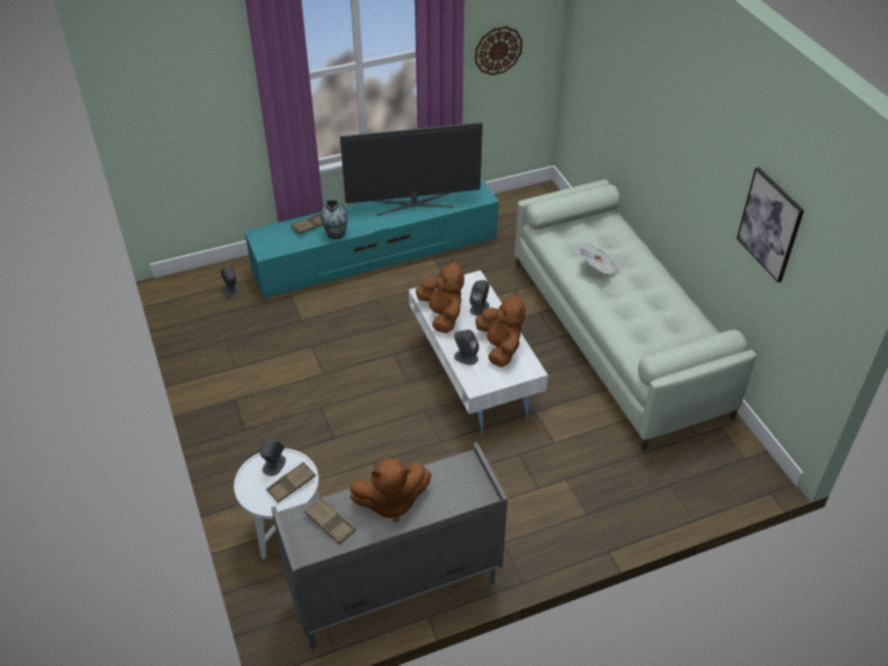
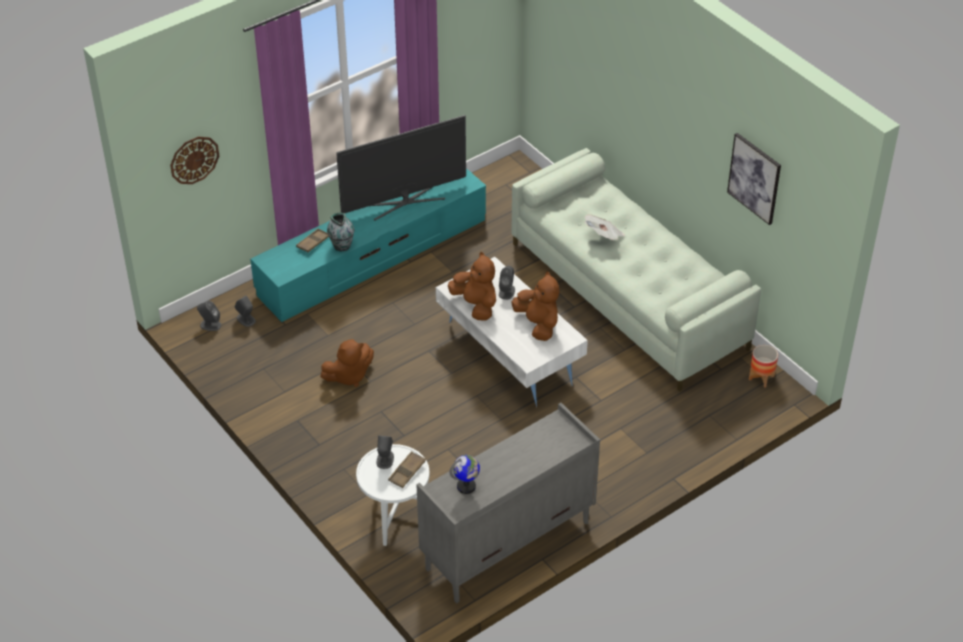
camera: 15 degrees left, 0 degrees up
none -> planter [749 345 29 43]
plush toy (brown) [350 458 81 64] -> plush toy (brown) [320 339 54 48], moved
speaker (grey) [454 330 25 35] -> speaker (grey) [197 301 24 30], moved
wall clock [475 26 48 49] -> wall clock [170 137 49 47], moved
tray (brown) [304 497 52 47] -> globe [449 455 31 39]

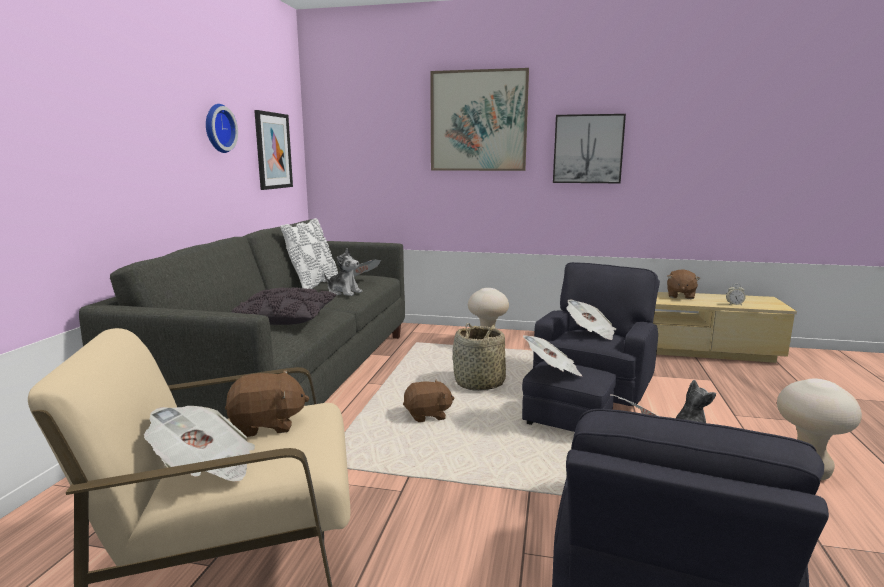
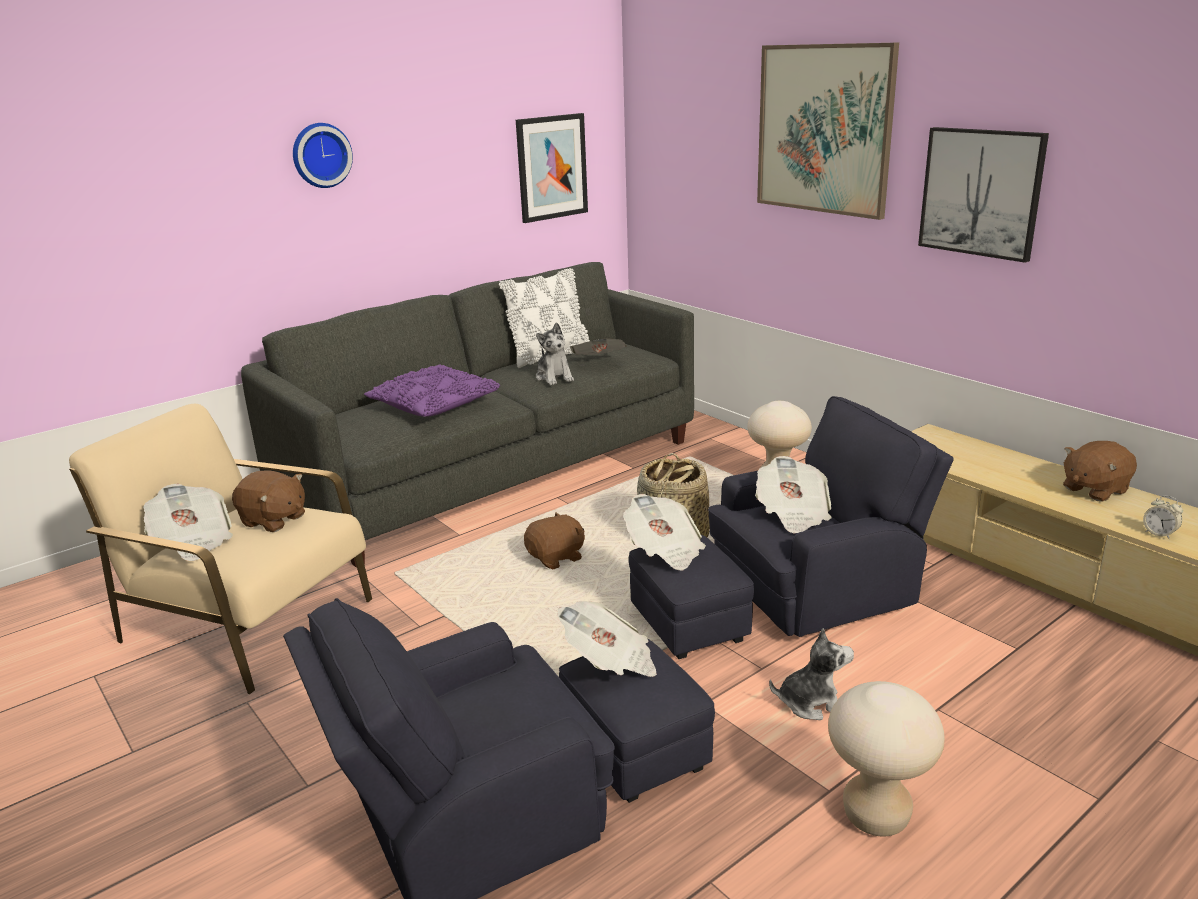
camera: 40 degrees right, 10 degrees up
wall clock [206 104 32 49] -> wall clock [293 123 60 65], moved
pillow (black) [231 287 105 38] -> pillow (purple) [364 365 136 52]
plush toy (brown) [403 379 51 43] -> plush toy (brown) [524 512 61 57], 60 degrees counterclockwise

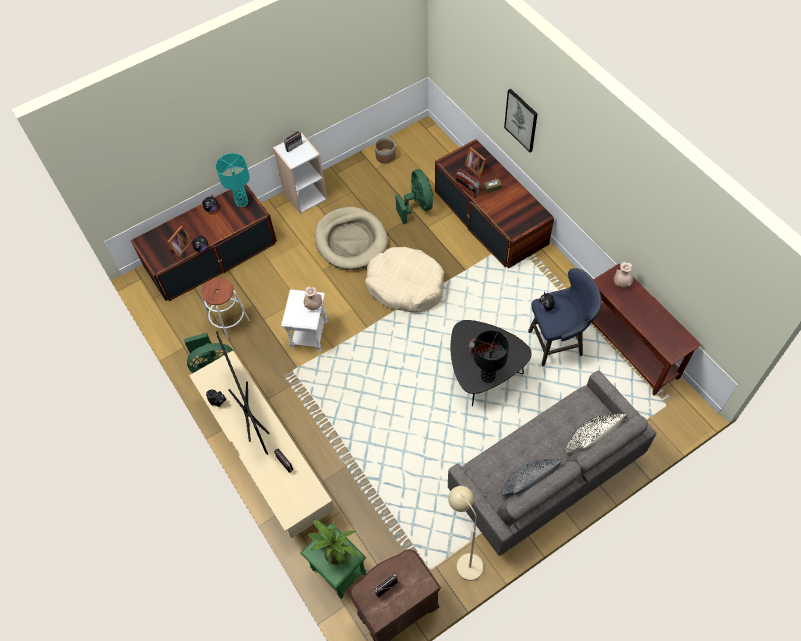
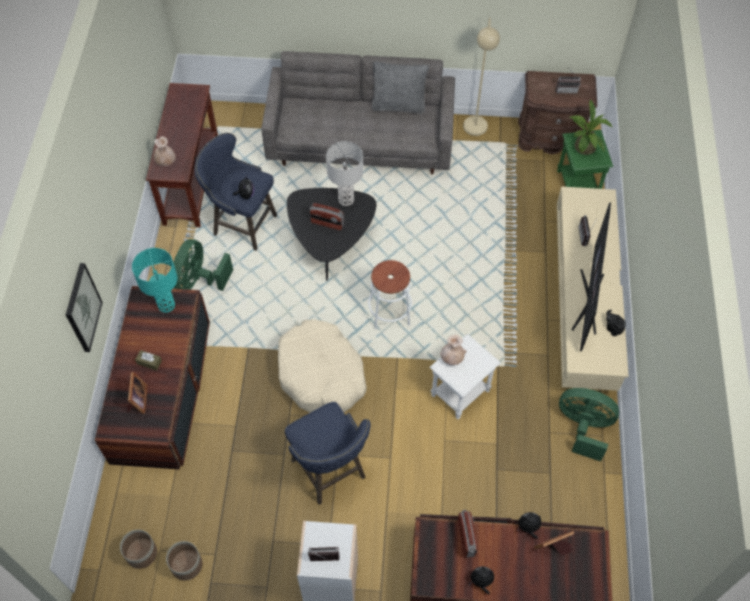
camera: 145 degrees left, 0 degrees up
pillow (beige) [565 413 61 40] -> none
none -> planter [120 530 37 39]
stool (white) [202 278 48 61] -> stool (white) [368 260 44 69], moved
table lamp (turquoise) [216 153 34 54] -> table lamp (turquoise) [132 248 45 65], moved
fan (green) [395 169 38 55] -> fan (green) [173 239 60 52], moved
radio [456 169 24 28] -> radio [457 510 21 48], moved
dog bed (beige) [315 207 73 62] -> stool (blue) [285 402 86 103]
table lamp (black) [473 330 36 53] -> table lamp (white) [326 141 37 65]

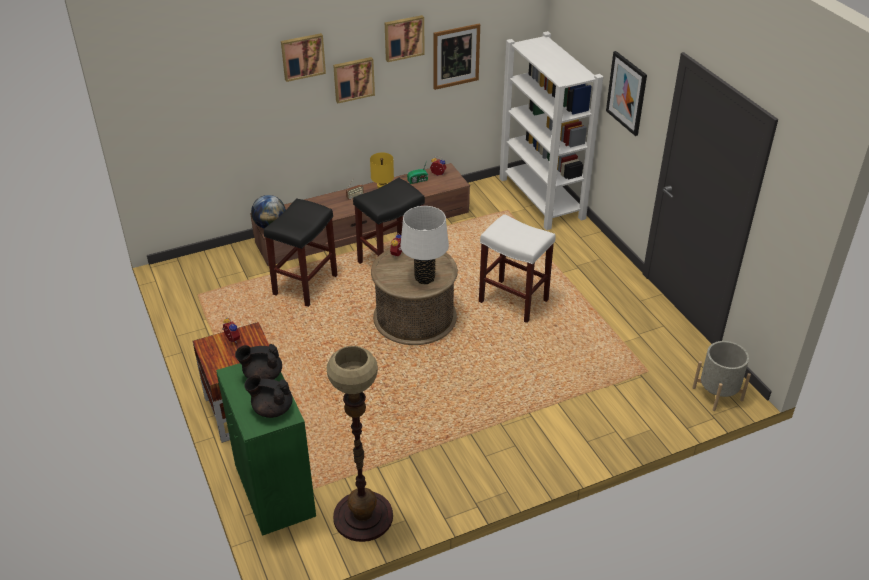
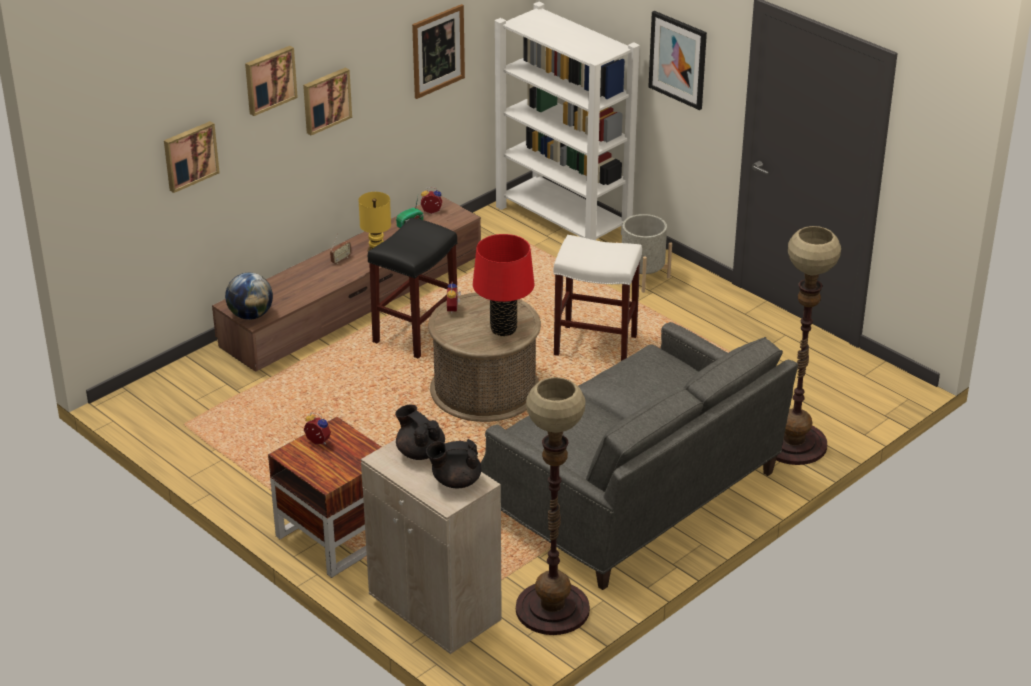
camera: 20 degrees left, 5 degrees down
stool (black) [264 199 73 108] -> none
none -> sofa (grey) [481 322 317 268]
none -> floor lamp [776 226 65 239]
picture [385 15 40 47] -> picture [164 121 56 72], moved
planter (grey) [693 341 58 70] -> planter (grey) [616 214 56 79], moved
cabinet (green) [216 363 100 173] -> cabinet (beige) [361 439 141 215]
table lamp (white) [400 206 49 78] -> table lamp (red) [473 234 61 102]
teapot (black) [235 344 47 36] -> teapot (black) [395 405 50 55], 75 degrees clockwise

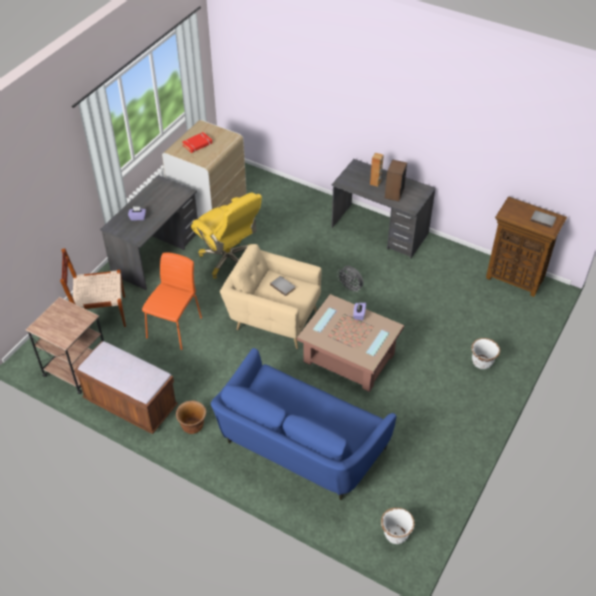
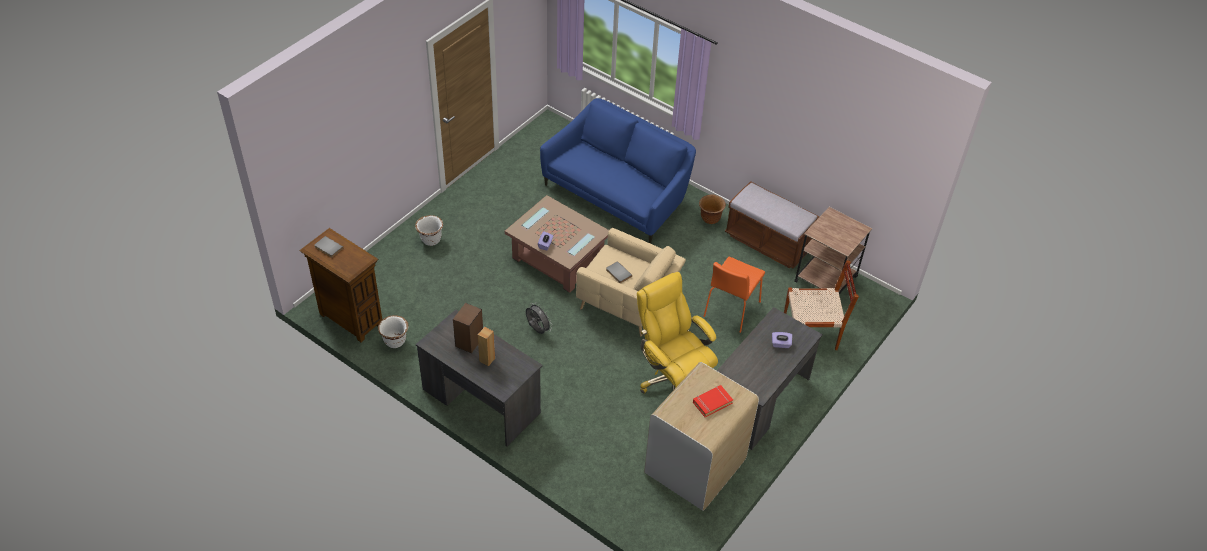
camera: 175 degrees left, 0 degrees up
planter (white) [381 508 34 36] -> planter (white) [378 315 31 33], moved

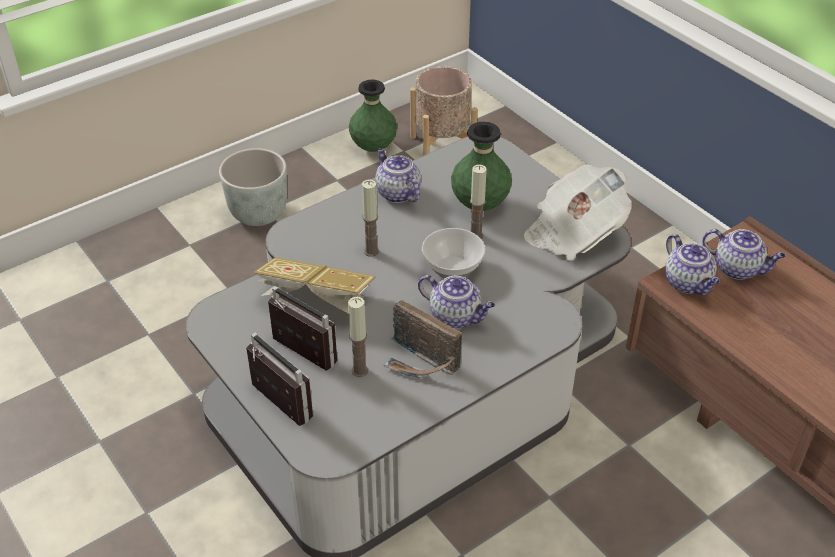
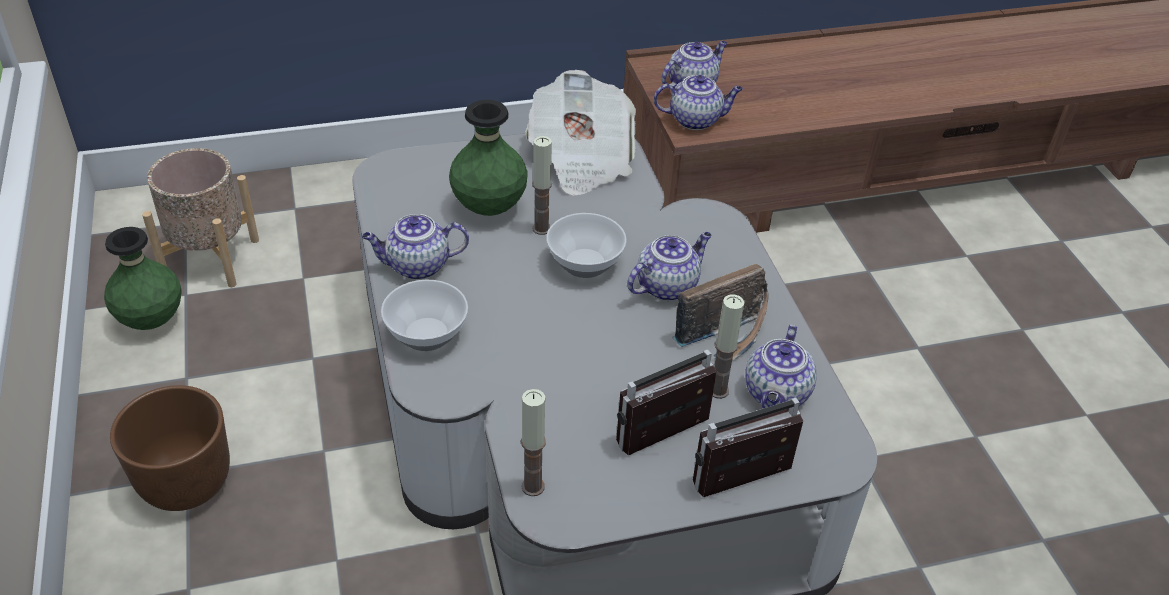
camera: 70 degrees left, 0 degrees up
book [253 257 123 56] -> none
none -> bowl [381 280 87 71]
none -> teapot [745 324 72 85]
candle [362 179 17 78] -> candle [521 389 25 107], moved
planter (grey) [219 148 68 78] -> planter (brown) [110 385 120 126]

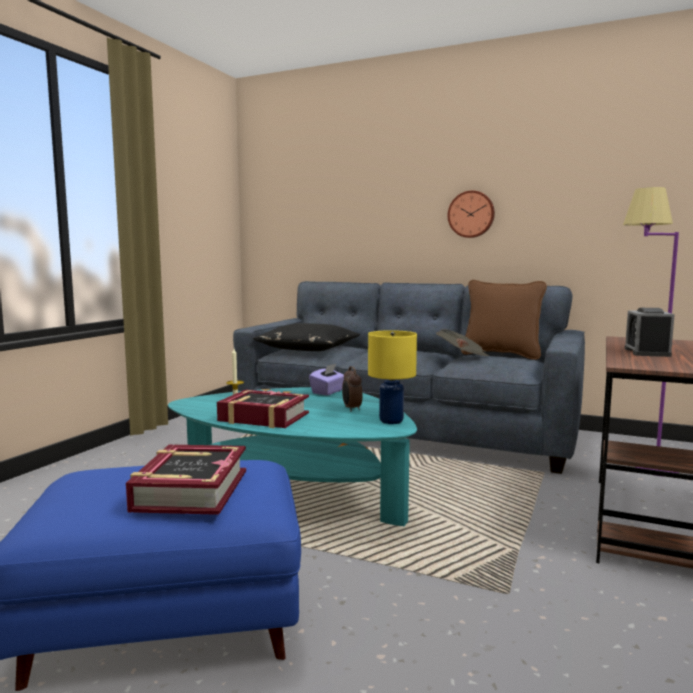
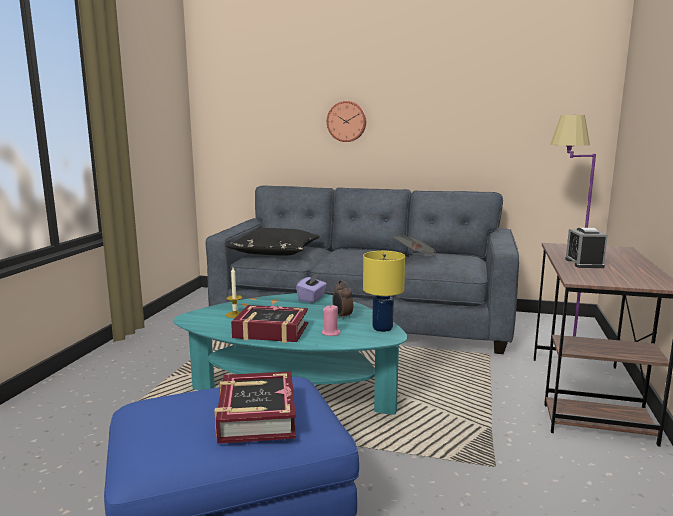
camera: 10 degrees left, 5 degrees up
pillow (brown) [461 280 86 80] -> none
none -> candle (pink) [322 305 19 31]
wall clock [448 190 47 48] -> wall clock [327 101 39 41], moved

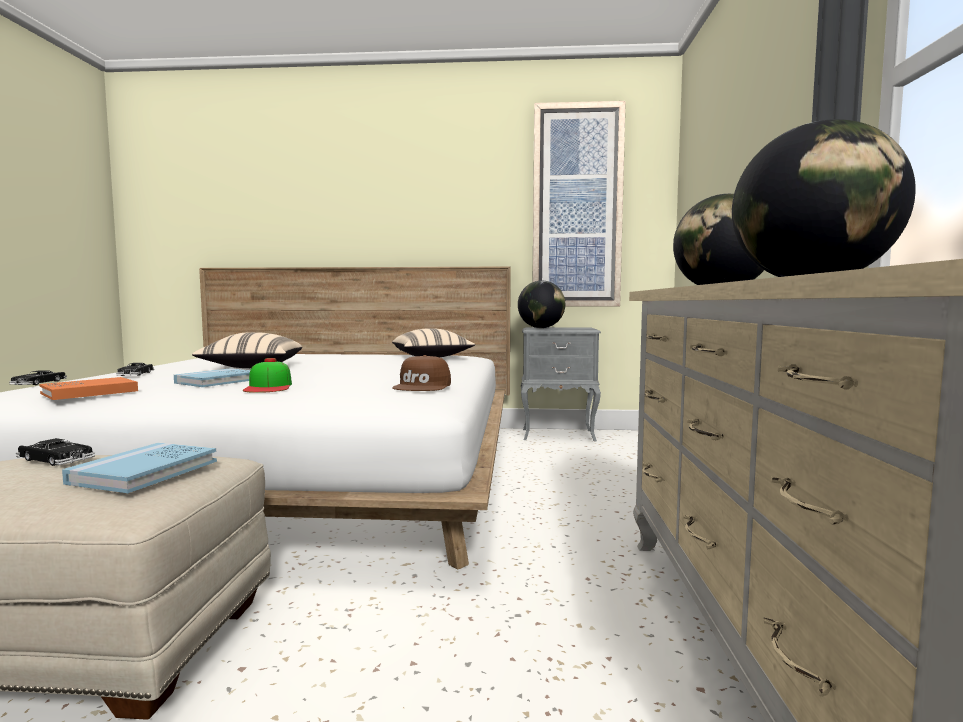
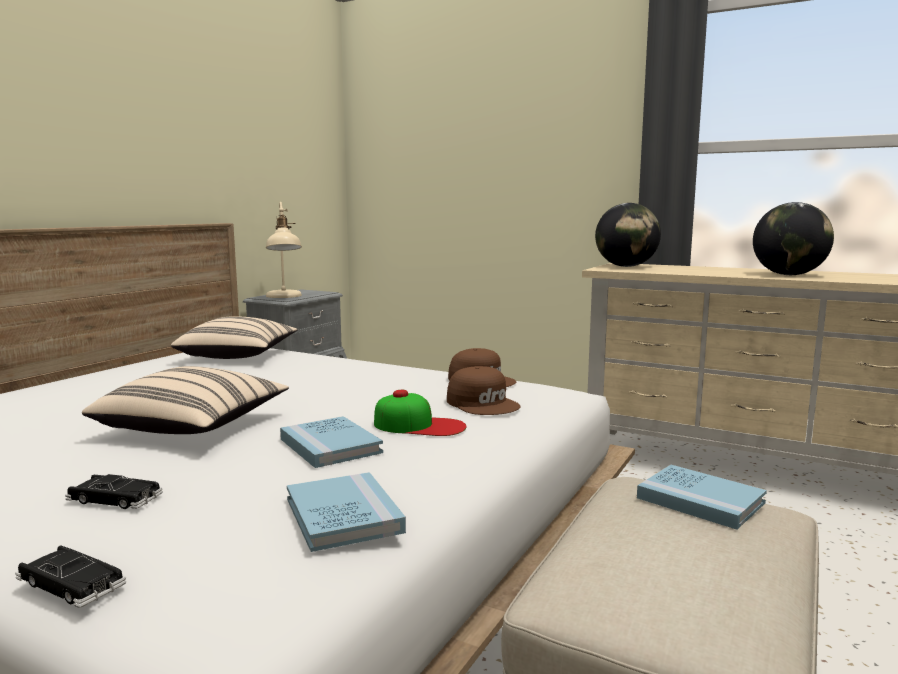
camera: 65 degrees left, 5 degrees up
toy car (black) [16 438 80 28] -> none
picture [533 101 93 206] -> none
none -> cap (brown) [447 366 73 49]
globe [518 281 47 47] -> table lamp (beige) [266 202 36 96]
book (orange) [39 377 99 23] -> book (blue) [287 472 119 80]

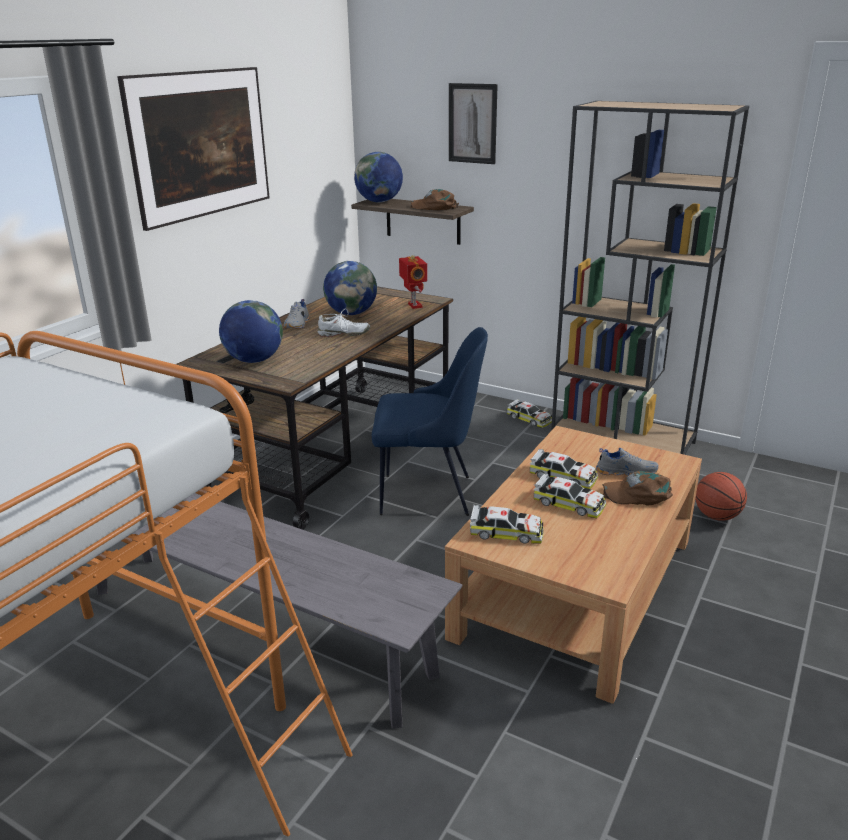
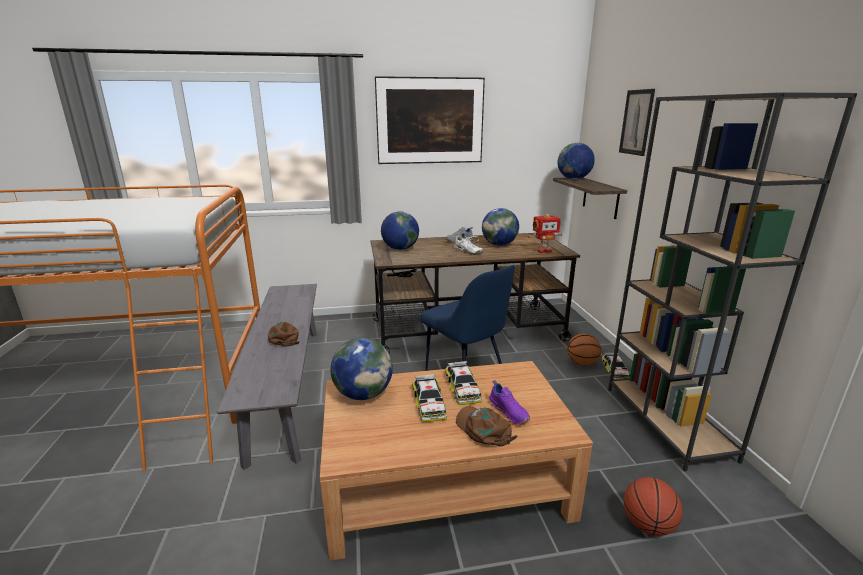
camera: 50 degrees right, 5 degrees down
none -> basketball [567 333 34 33]
cap (brown) [410 189 49 21] -> cap (brown) [268 322 31 25], moved
toy car [470 505 74 39] -> globe [330 338 63 62]
shoe (grey) [596 448 63 28] -> shoe (purple) [488 380 42 44]
toy robot [399 255 28 54] -> toy robot [528 214 34 39], 45 degrees clockwise

